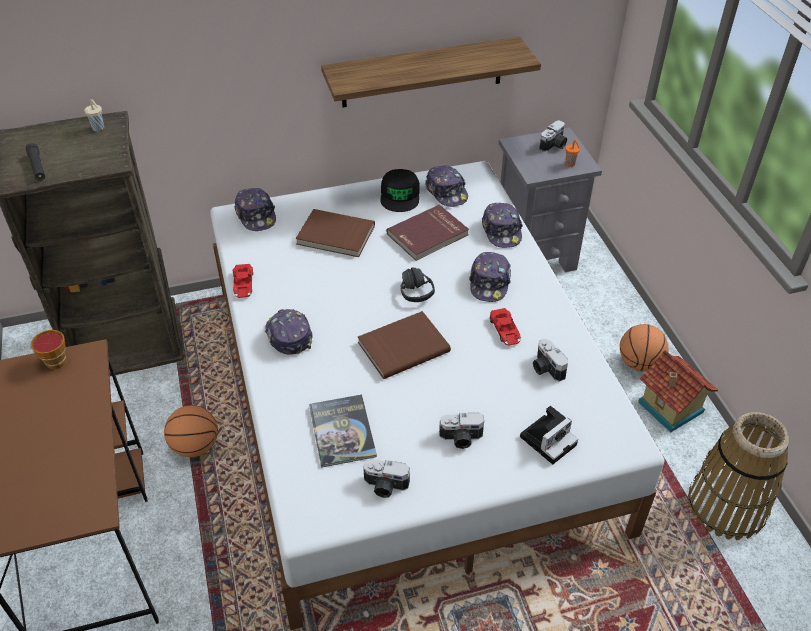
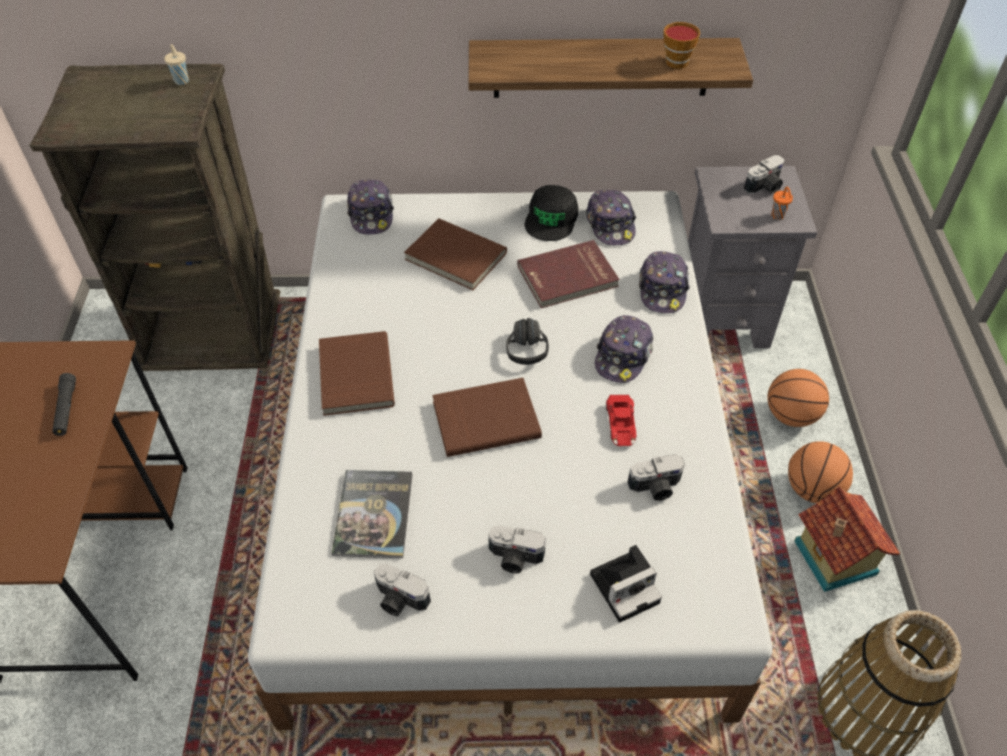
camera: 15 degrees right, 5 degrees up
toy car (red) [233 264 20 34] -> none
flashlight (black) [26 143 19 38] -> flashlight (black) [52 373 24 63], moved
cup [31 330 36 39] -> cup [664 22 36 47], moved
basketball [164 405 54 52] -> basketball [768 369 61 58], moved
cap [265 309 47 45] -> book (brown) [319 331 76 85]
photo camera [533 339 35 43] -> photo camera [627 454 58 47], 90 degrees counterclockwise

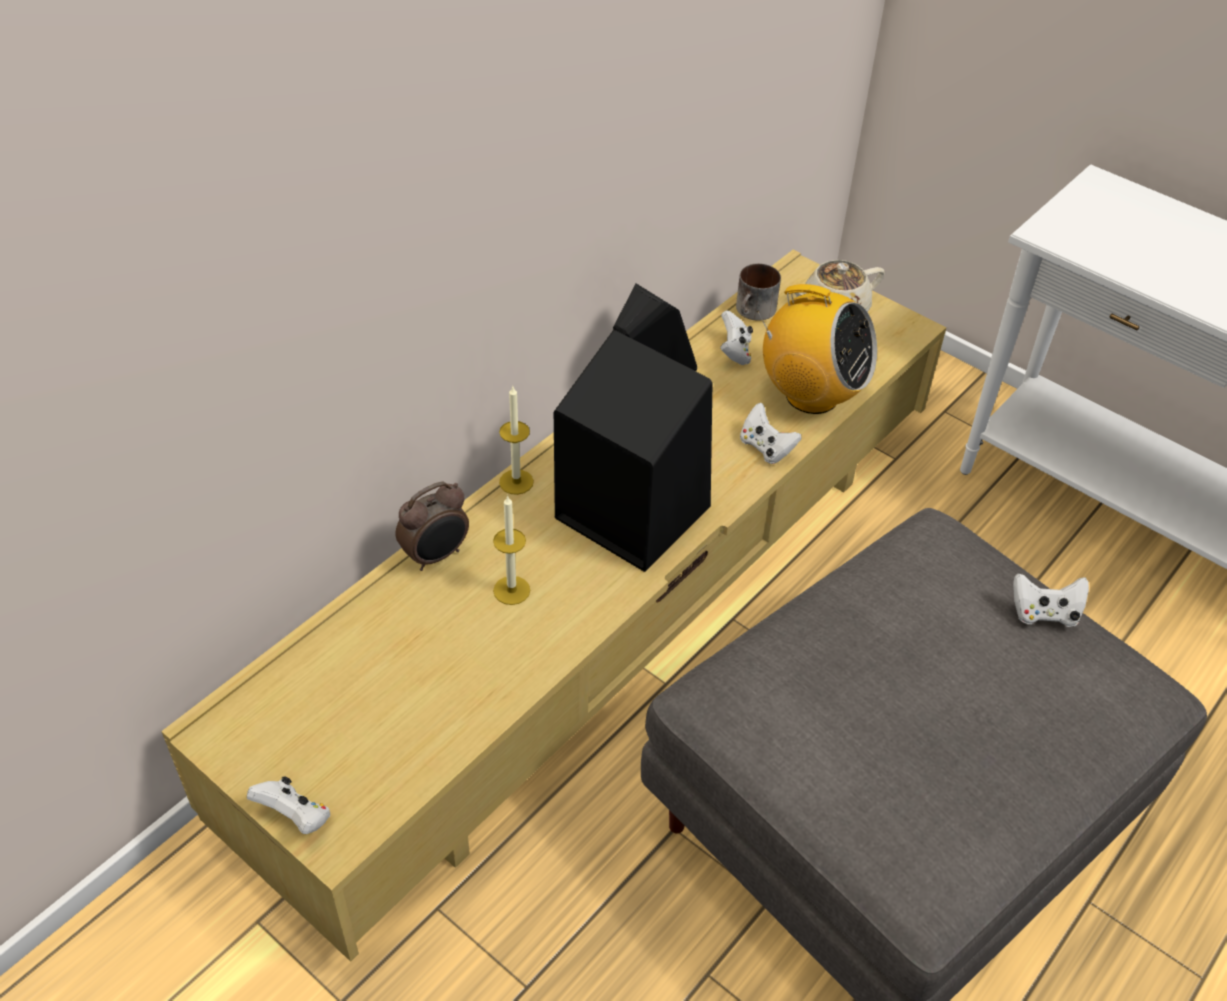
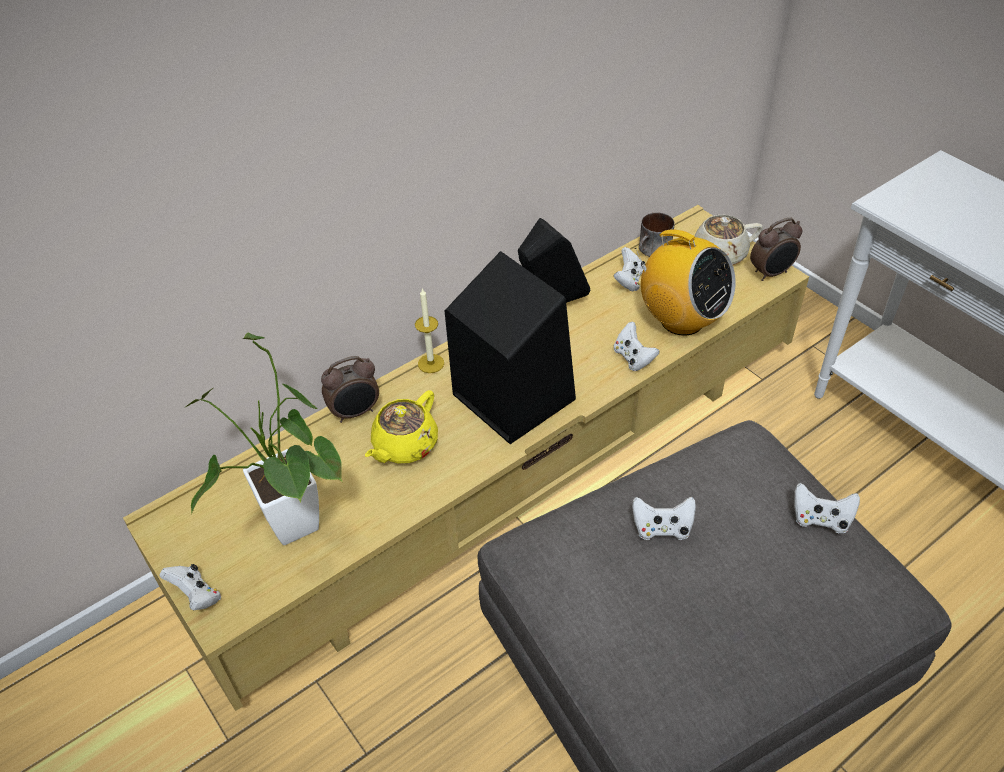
camera: 15 degrees right, 0 degrees up
none -> potted plant [186 333 156 212]
none -> game controller (white) [632 497 64 43]
none -> alarm clock [750 218 53 63]
candle [493 495 37 110] -> teapot (yellow) [365 390 73 73]

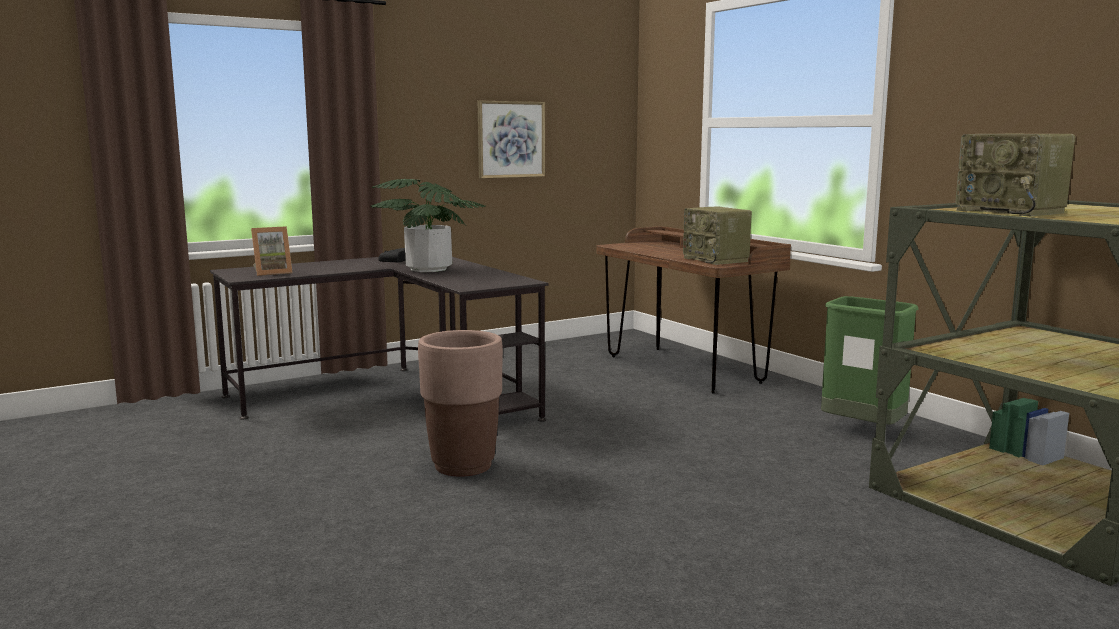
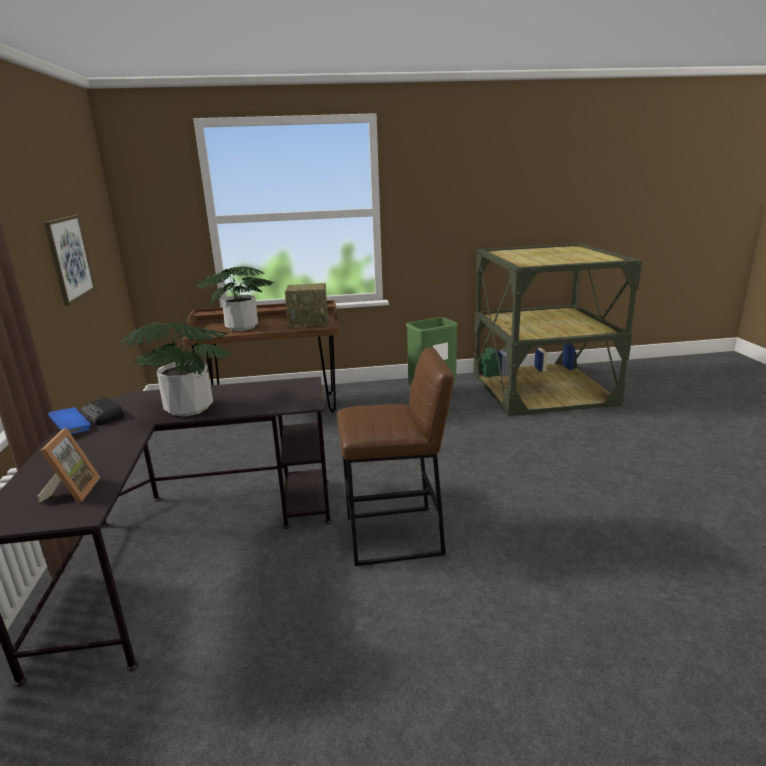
camera: 65 degrees left, 10 degrees up
radio [955 134 120 82] -> none
none -> book (blue) [48 407 43 27]
none -> potted plant [195 267 80 64]
planter (brown) [418 330 85 147] -> stool (brown) [337 348 117 218]

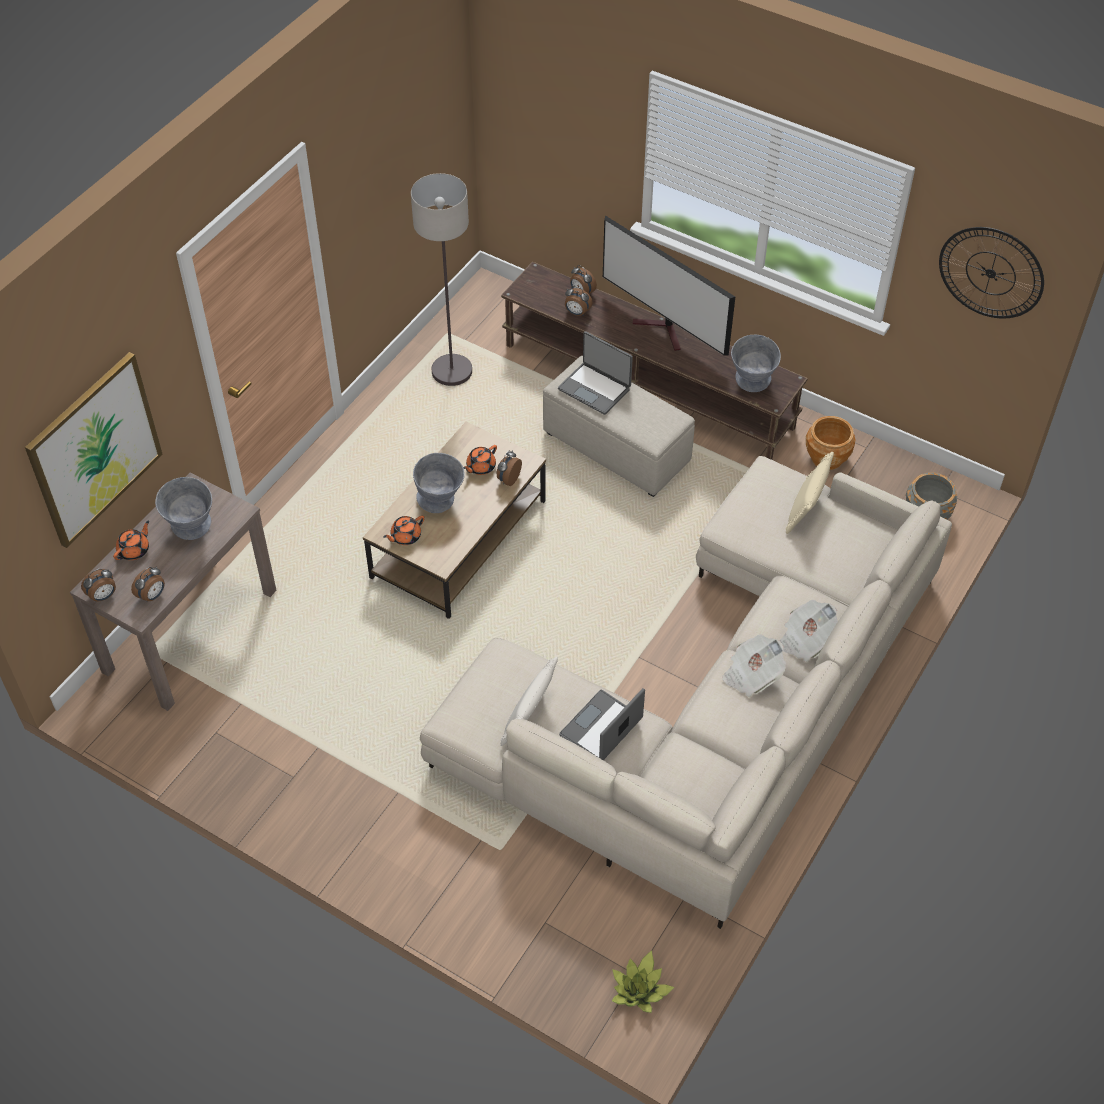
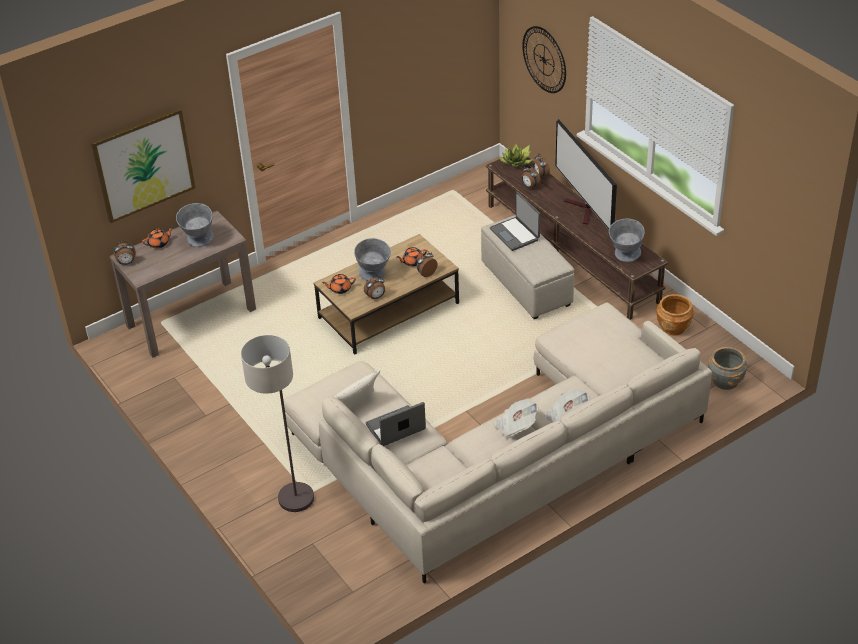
camera: 25 degrees right, 10 degrees down
pillow (beige) [785 452 49 82] -> none
alarm clock [131 567 34 35] -> alarm clock [364 275 21 25], moved
floor lamp (grey) [411 173 61 213] -> floor lamp (grey) [241 335 73 177], moved
potted plant [612 950 63 63] -> potted plant [498 144 35 23], moved
wall clock [939 227 105 92] -> wall clock [522 26 44 67], moved

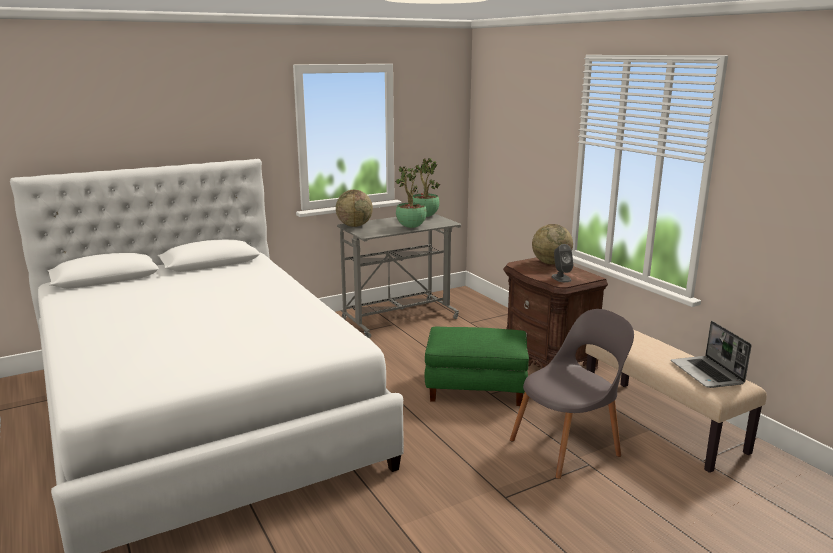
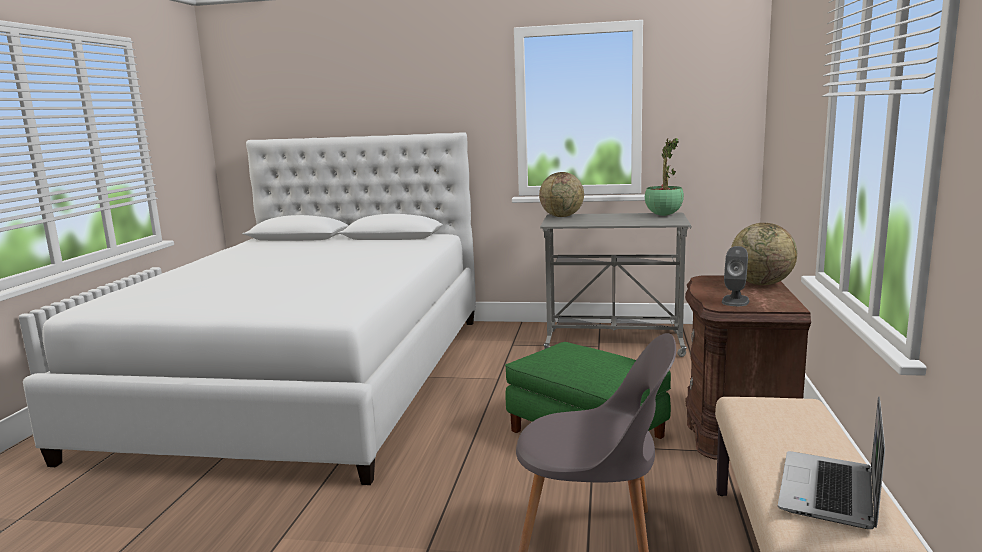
camera: 40 degrees right, 5 degrees down
potted plant [395 167 32 61] -> none

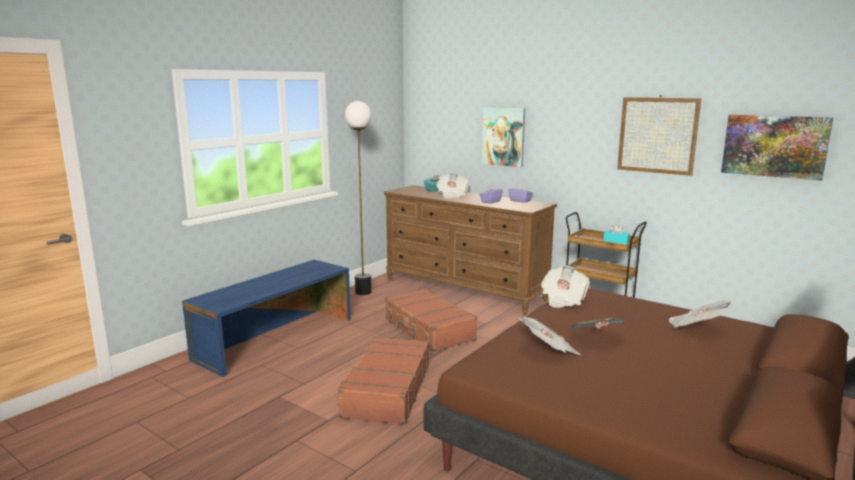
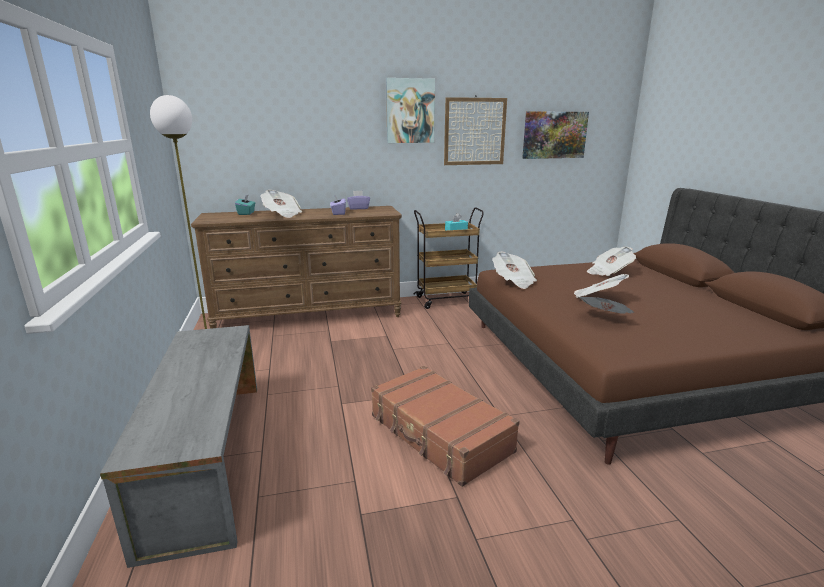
camera: 50 degrees left, 5 degrees up
suitcase (brown) [385 289 92 63] -> none
picture [481 107 44 60] -> picture [386 78 49 65], moved
bench (blue) [182 260 169 117] -> bench (grey) [100 325 157 243]

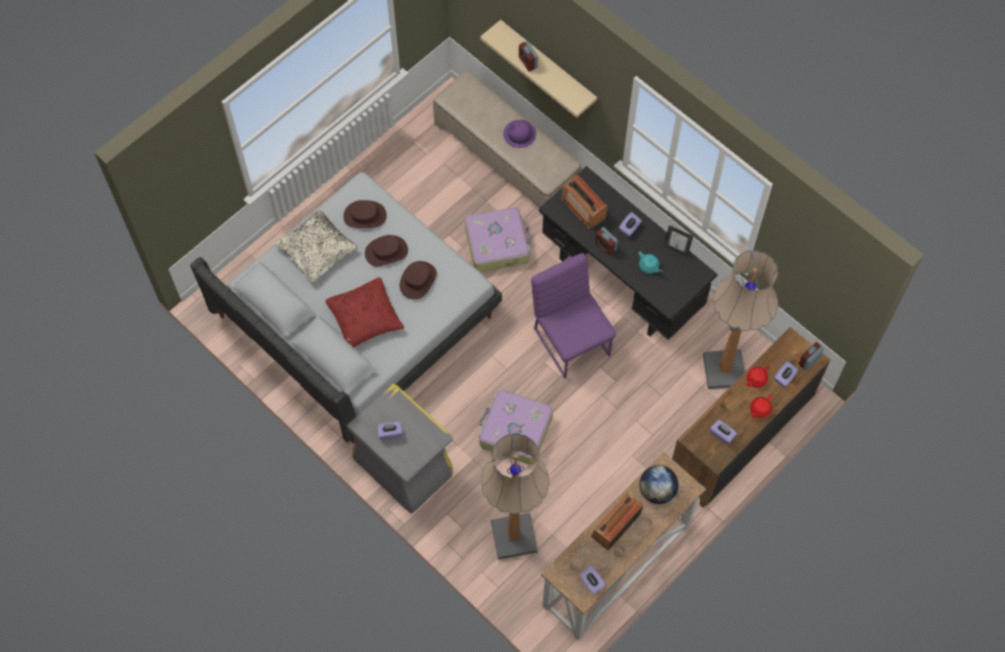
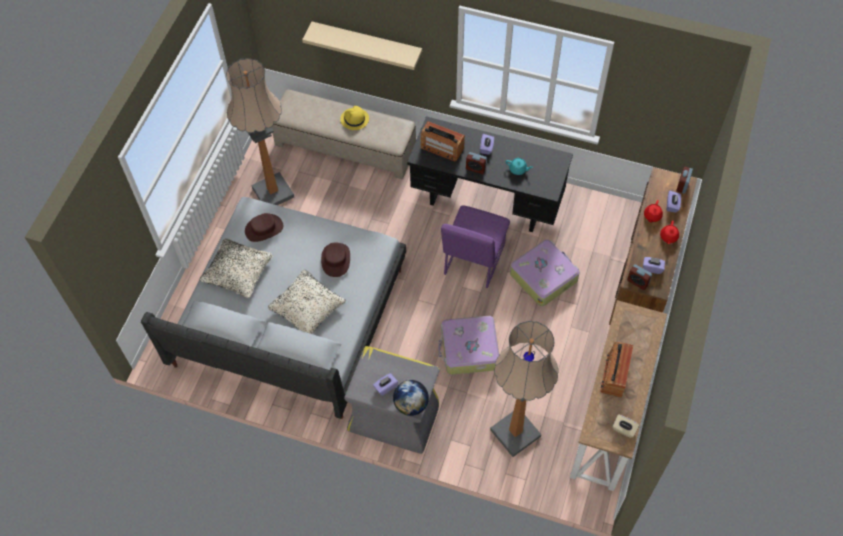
camera: 25 degrees left, 5 degrees down
hat (brown) [365 235 43 31] -> none
picture frame [664 225 29 32] -> none
suitcase [465 207 66 65] -> suitcase [510 240 70 66], moved
alarm clock [519 41 19 31] -> alarm clock [627 264 25 26], moved
globe [640 465 38 39] -> globe [393 380 36 36], moved
floor lamp [703 250 75 139] -> floor lamp [226 58 68 147], moved
pillow (red) [326 277 78 70] -> pillow (beige) [268 270 78 64]
hat (purple) [503 120 33 28] -> hat (yellow) [340 106 29 24]
tissue box (purple) [580 566 26 28] -> tissue box (beige) [612 414 27 24]
chair (purple) [531 253 85 125] -> chair (purple) [441 205 69 83], 105 degrees counterclockwise

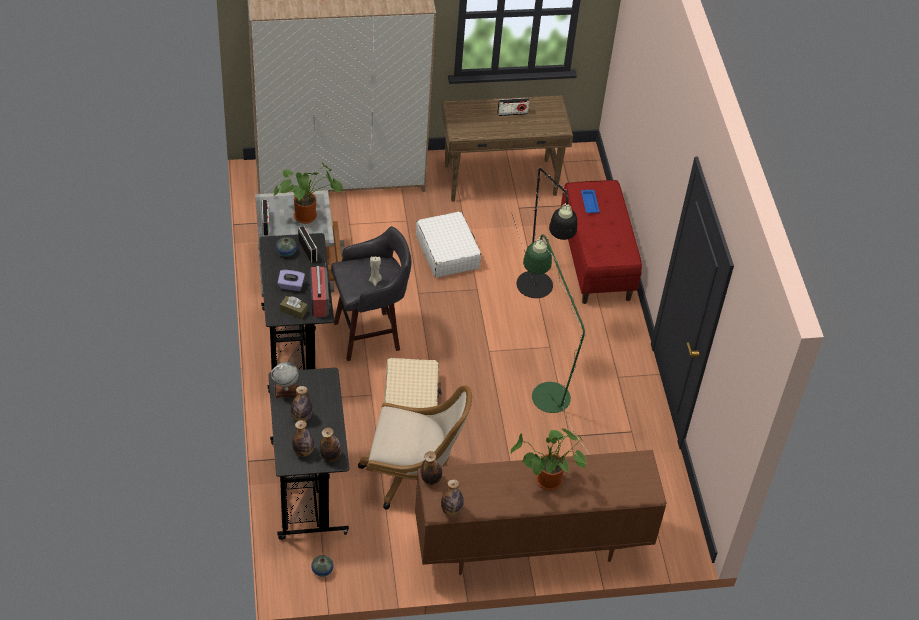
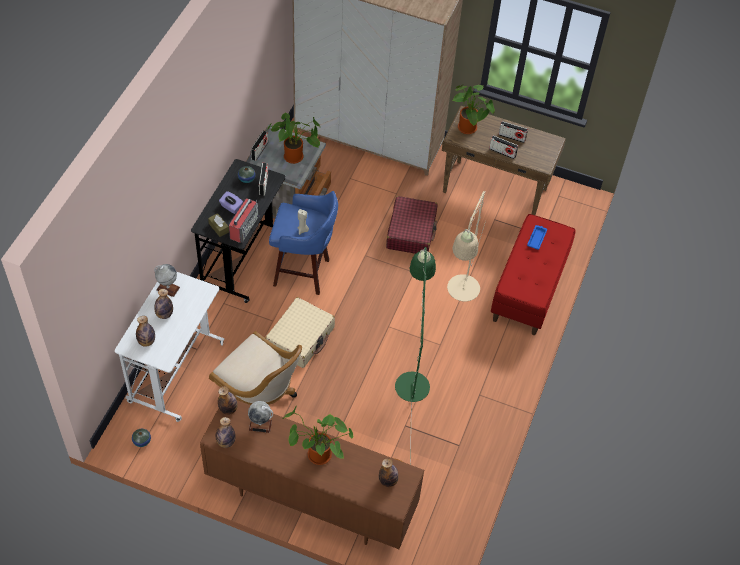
camera: 30 degrees right, 5 degrees up
none -> globe [248 401 25 32]
none -> potted plant [452 84 43 50]
none -> radio [489 135 29 24]
bottle [320 427 22 35] -> bottle [379 458 20 29], moved
desk (black) [268 368 81 172] -> desk (white) [115 271 110 151]
stool (grey) [331 226 80 135] -> stool (blue) [269 191 69 104]
suitcase (white) [416 211 66 67] -> suitcase (red) [386 196 51 58]
floor lamp (black) [511 168 66 130] -> floor lamp (beige) [447 191 39 111]

